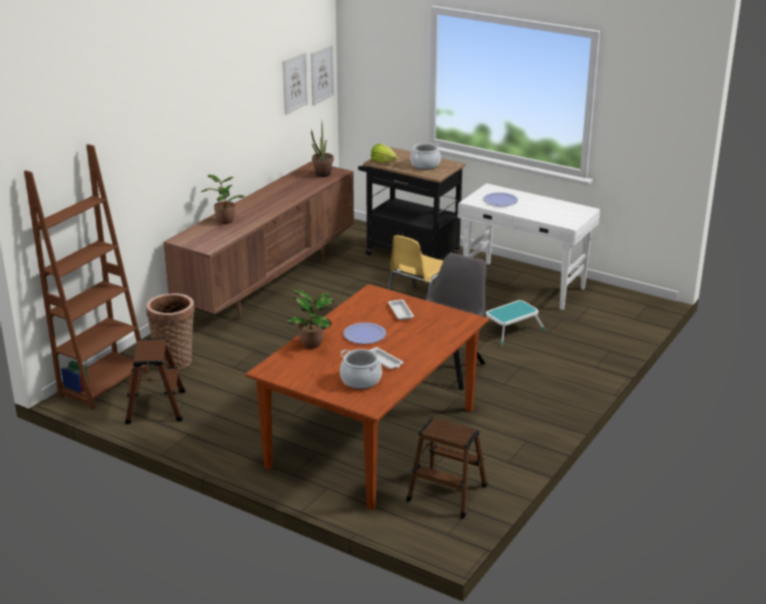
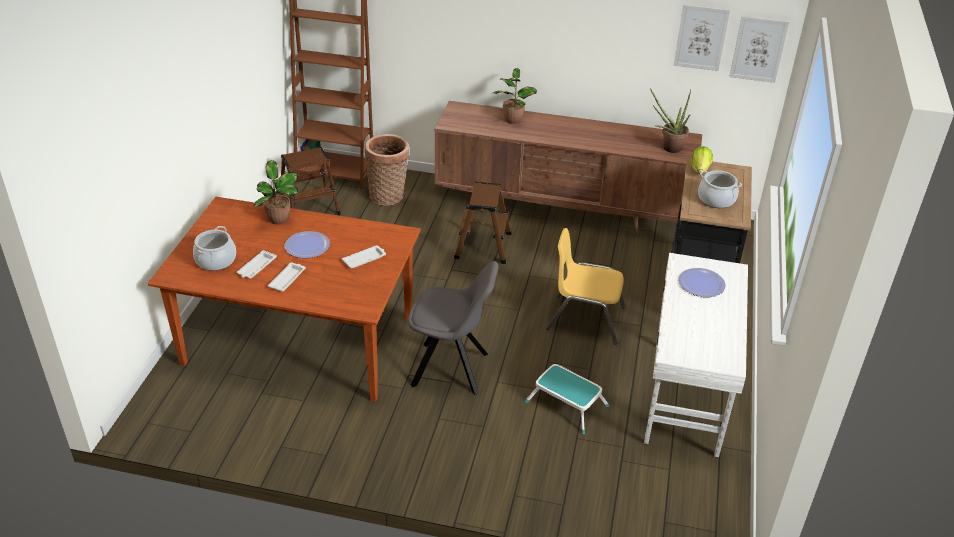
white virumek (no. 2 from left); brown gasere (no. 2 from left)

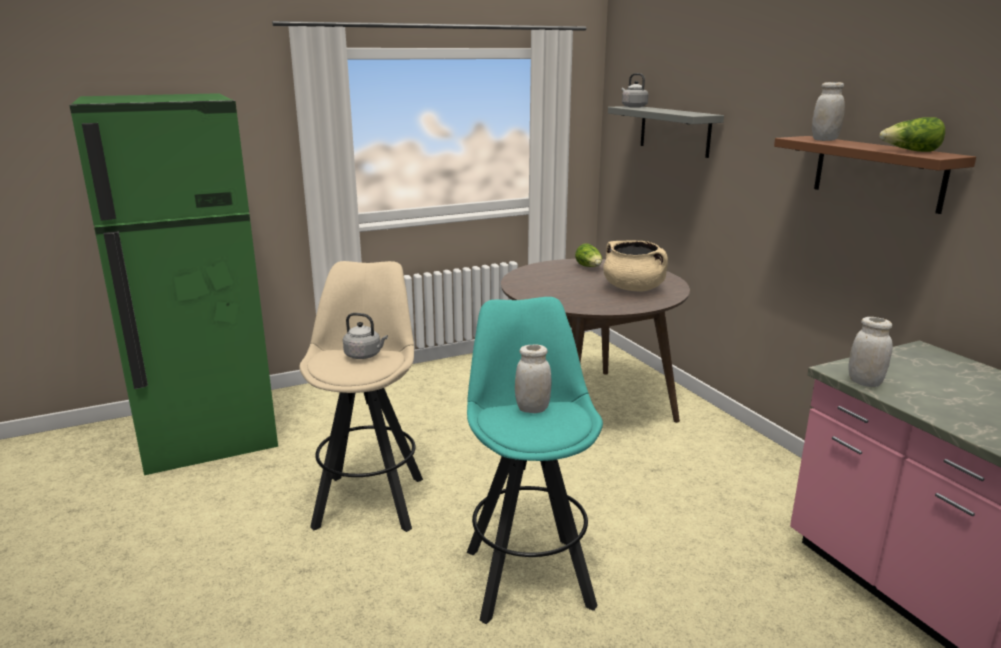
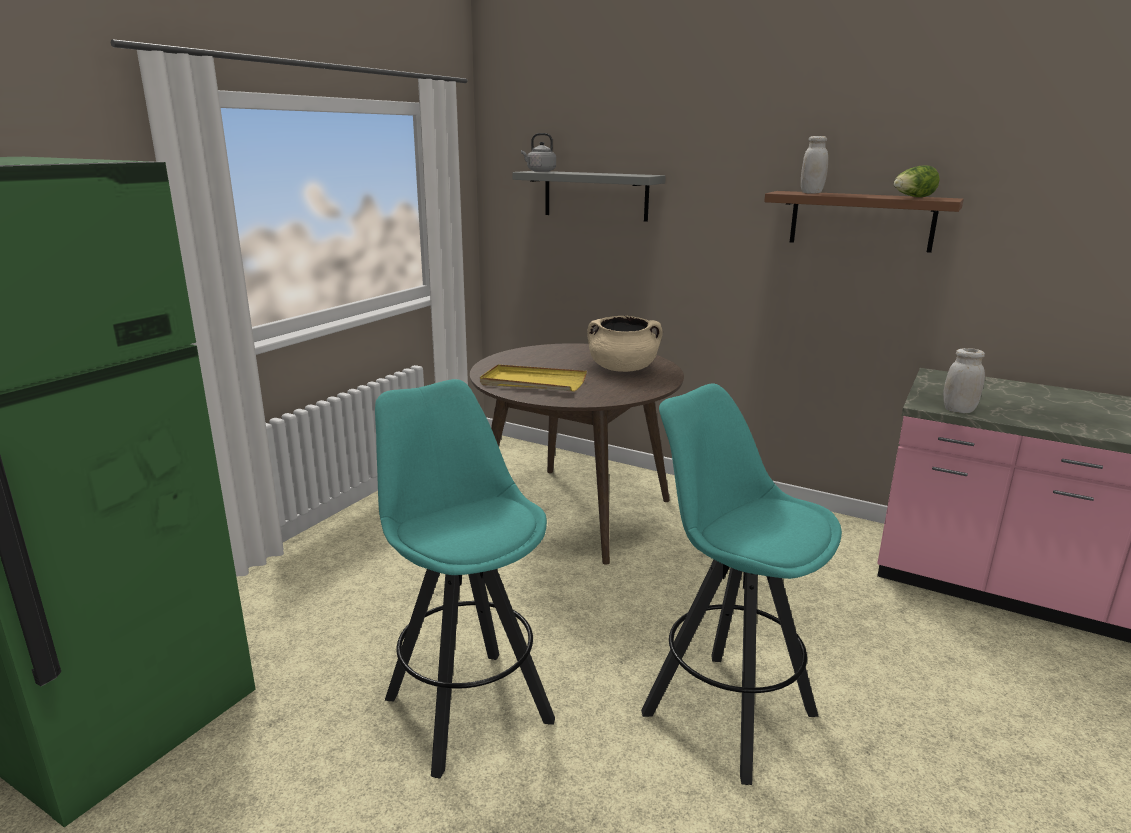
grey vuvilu (no. 1 from left in the first image); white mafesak (no. 1 from left in the first image); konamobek (no. 1 from left in the first image); yellow virumek; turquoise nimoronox (no. 1 from left)

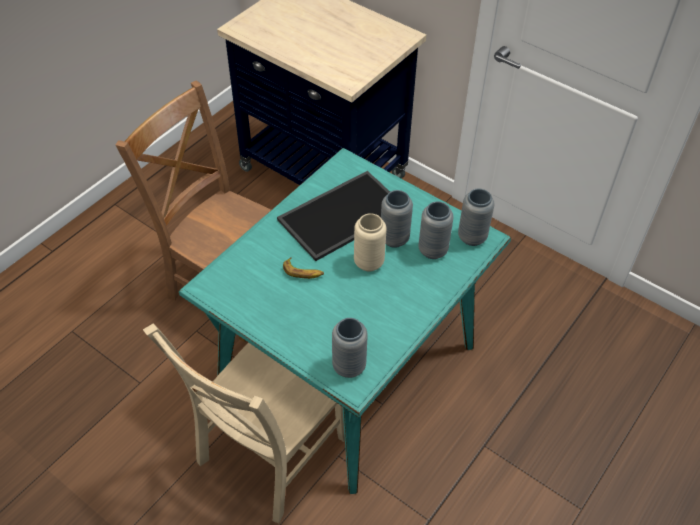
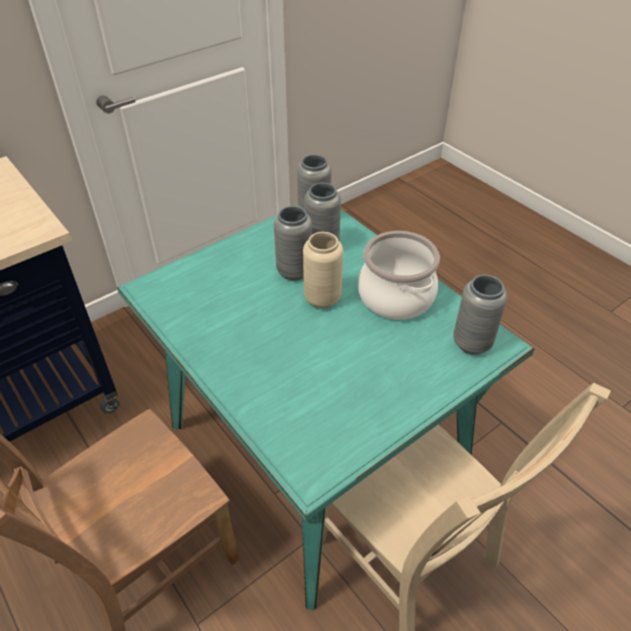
virumek; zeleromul; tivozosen

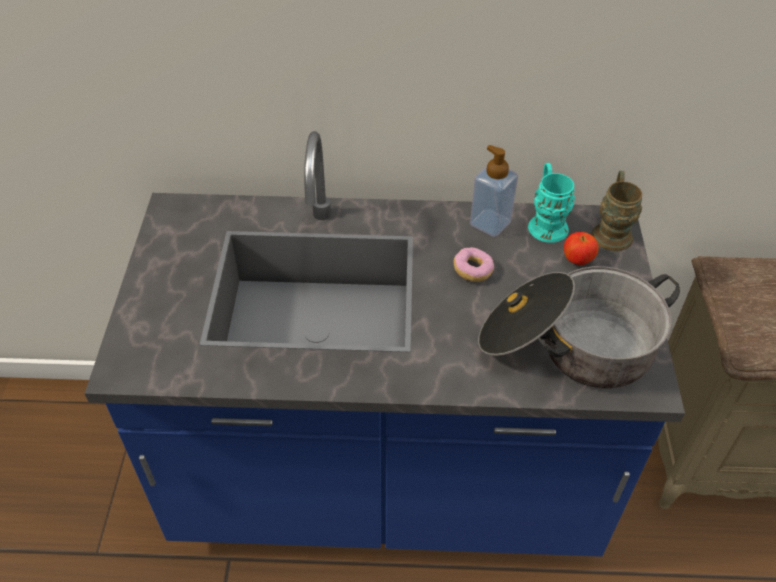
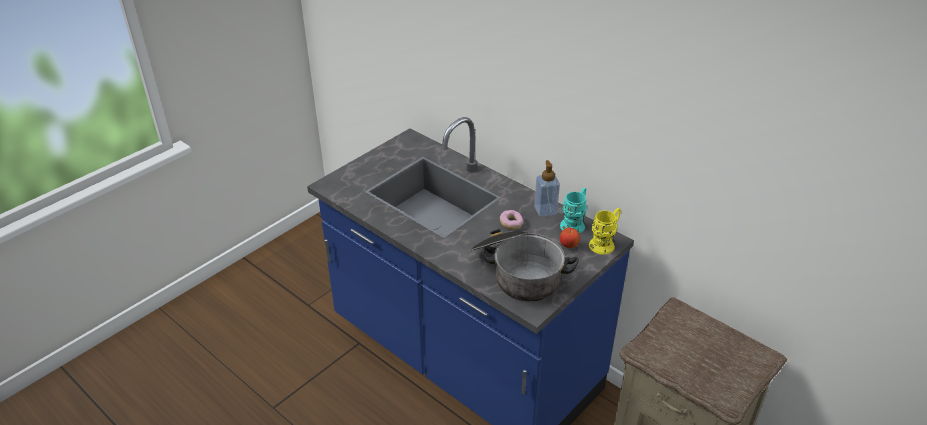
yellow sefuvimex

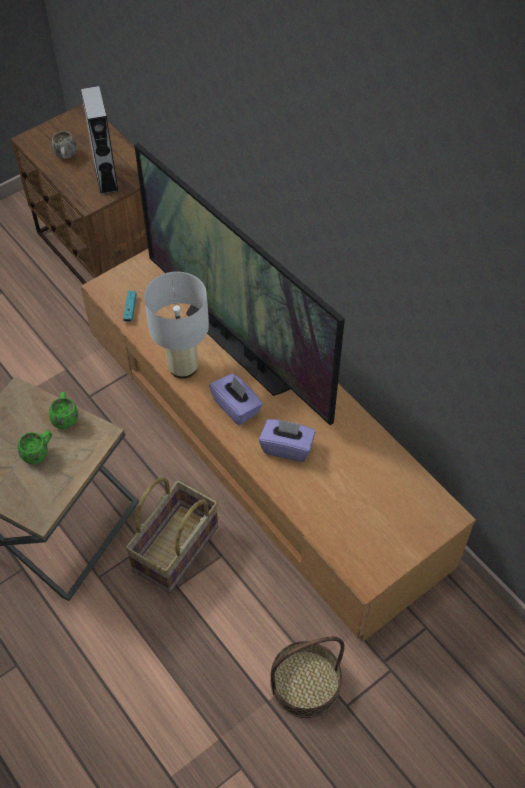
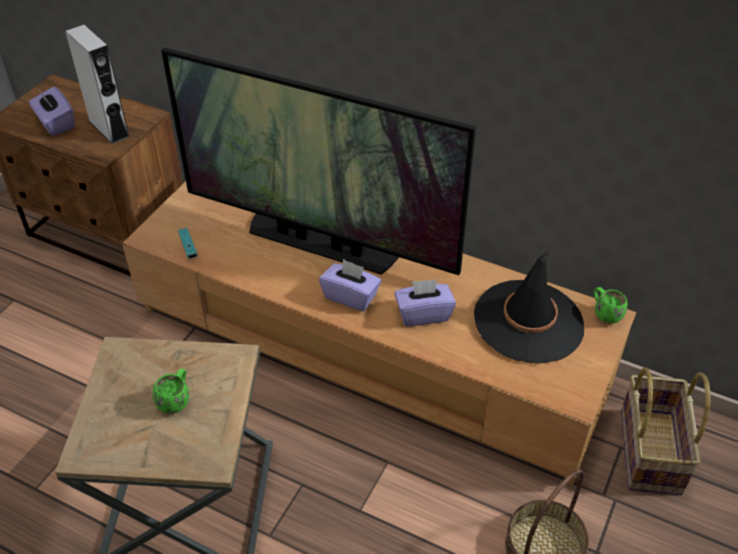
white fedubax; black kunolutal; green sefuvimex (no. 2 from left); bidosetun (no. 2 from left); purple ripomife (no. 1 from left)

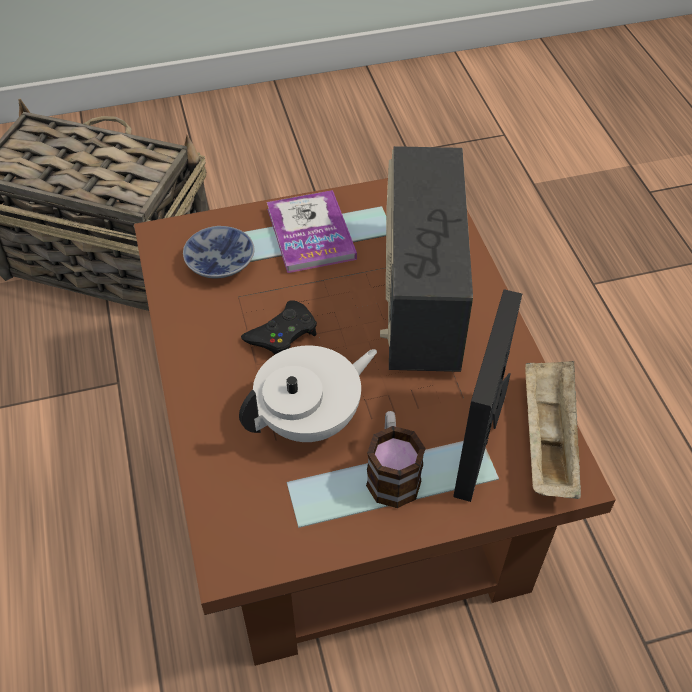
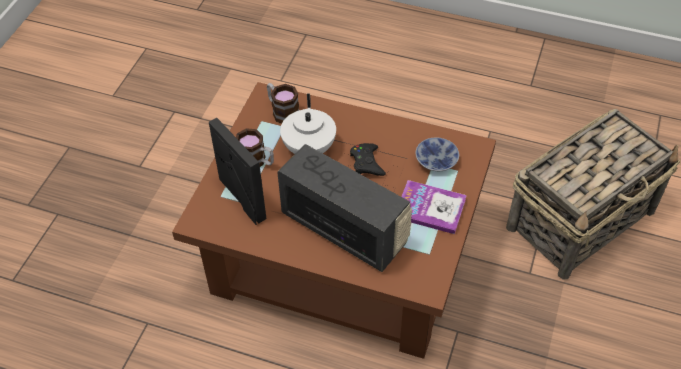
beige virumek; sefuvimex (no. 2 from left)

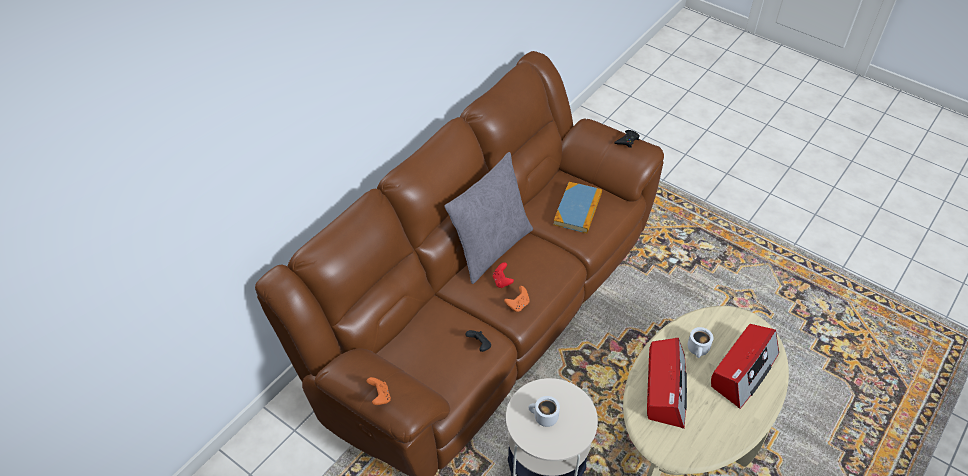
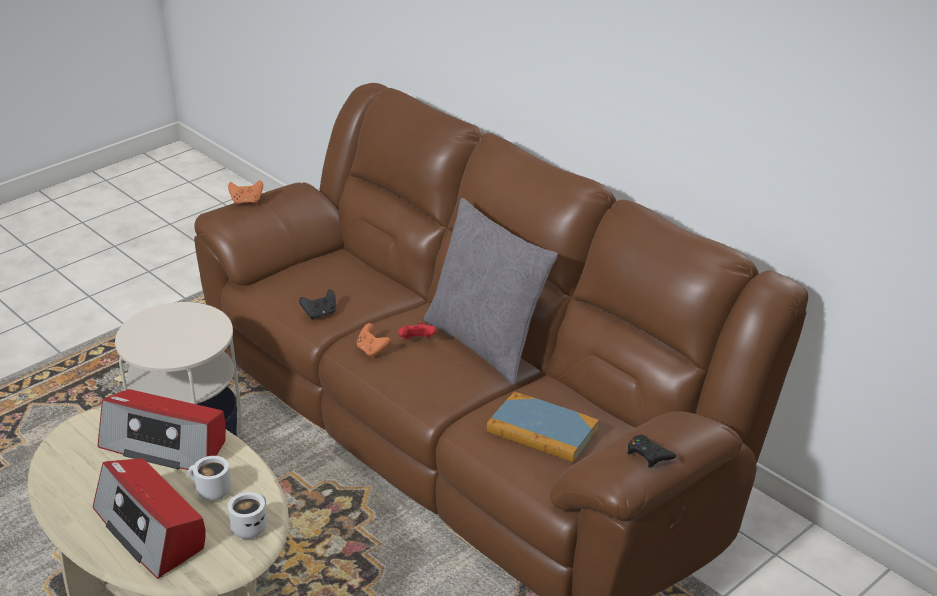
white sefuvimex (no. 2 from left)

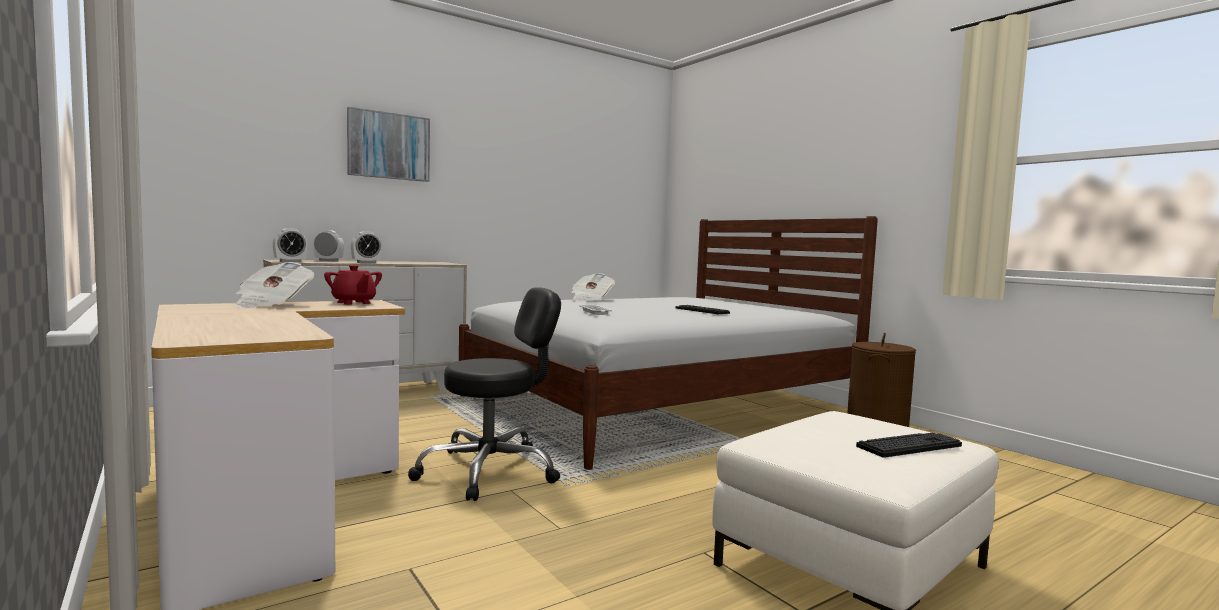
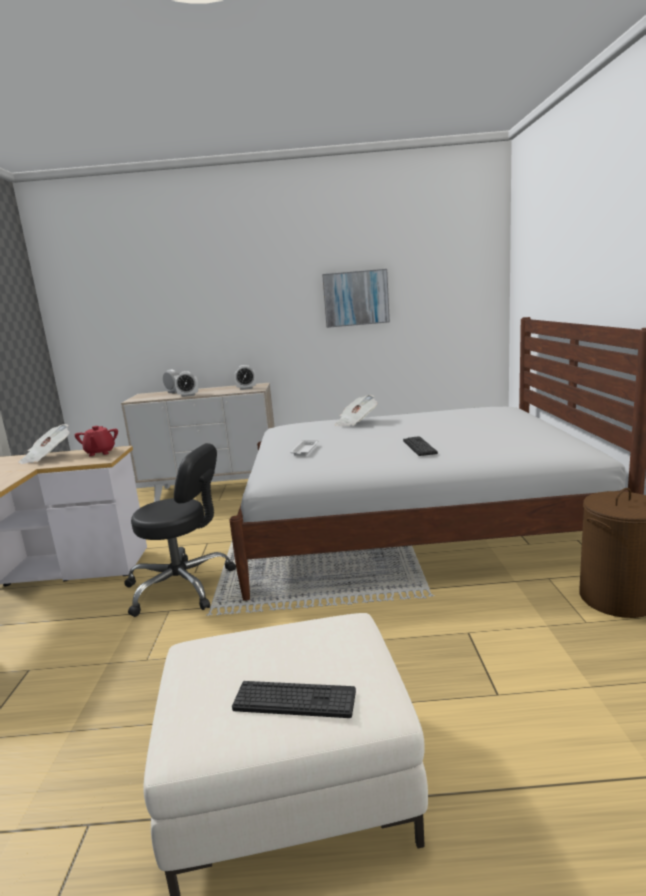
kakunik (no. 3 from left); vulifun

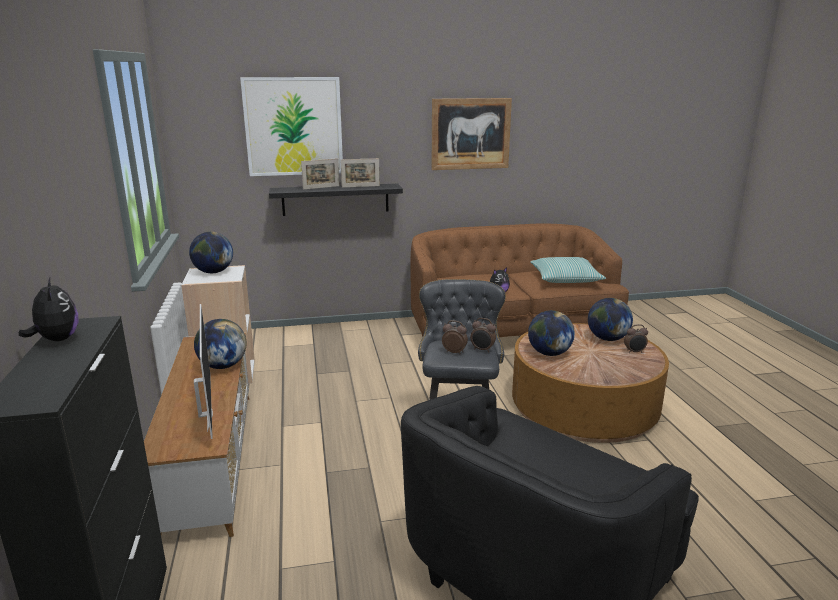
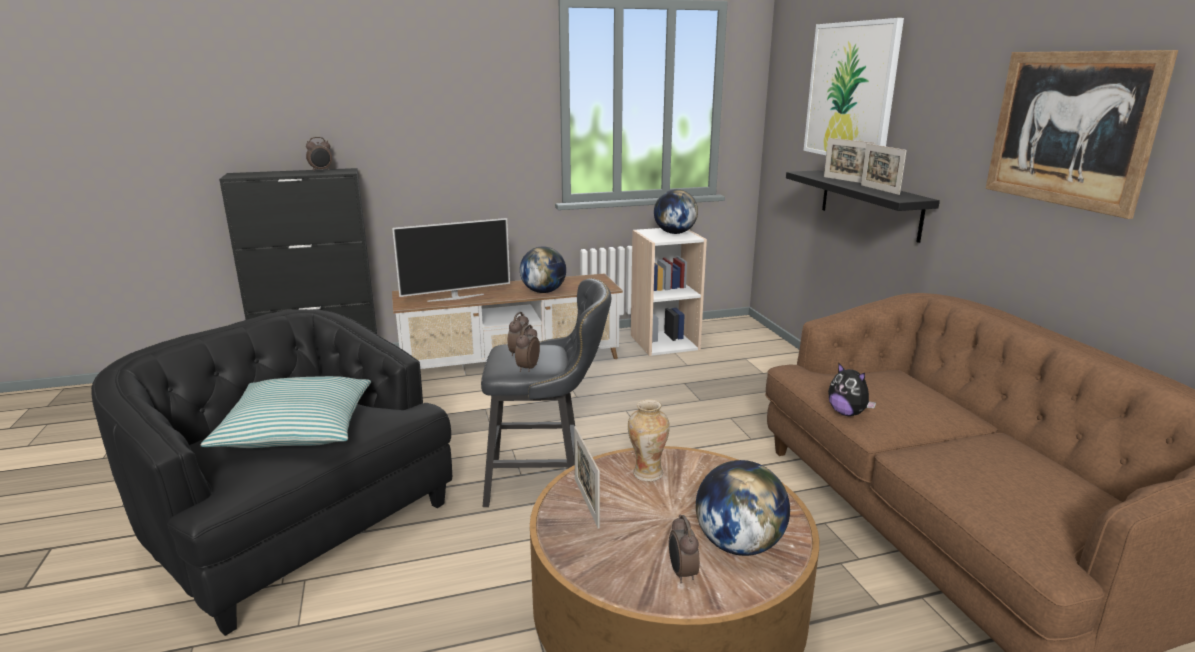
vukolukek (no. 1 from left); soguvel; kakunik (no. 1 from left); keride

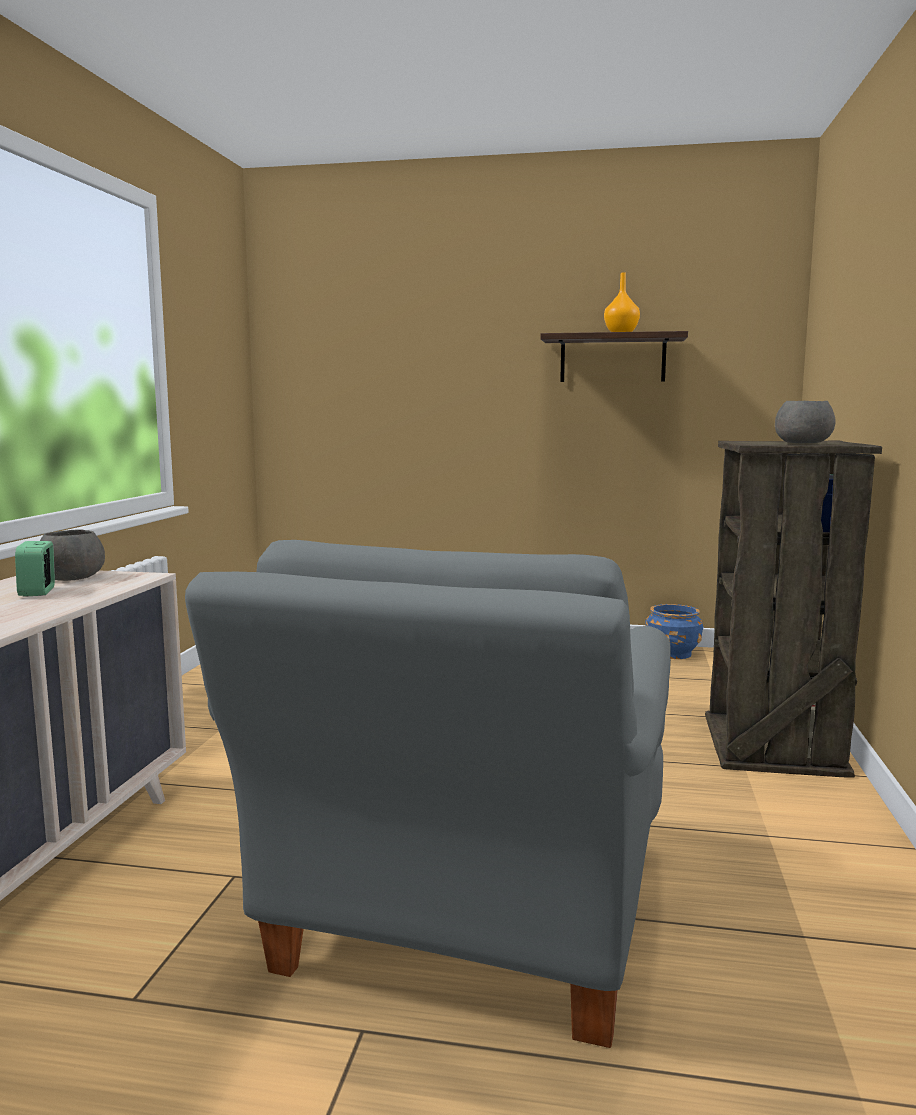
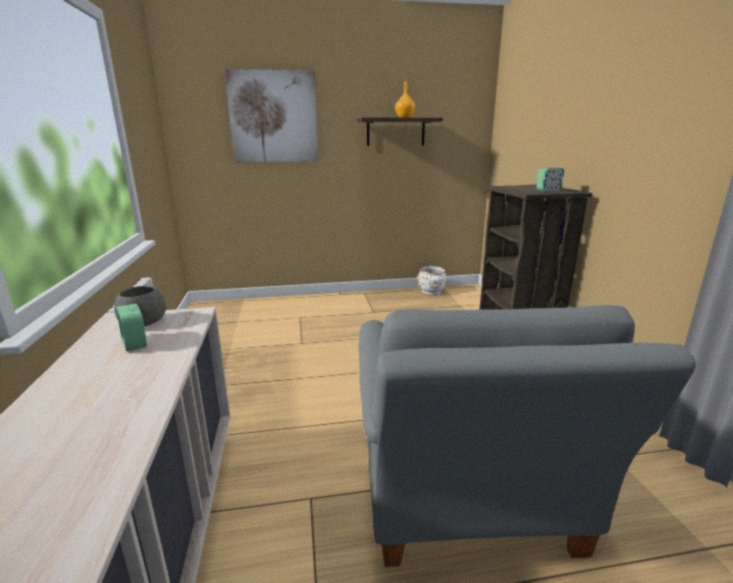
vulifun; kakunik (no. 2 from left); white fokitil

